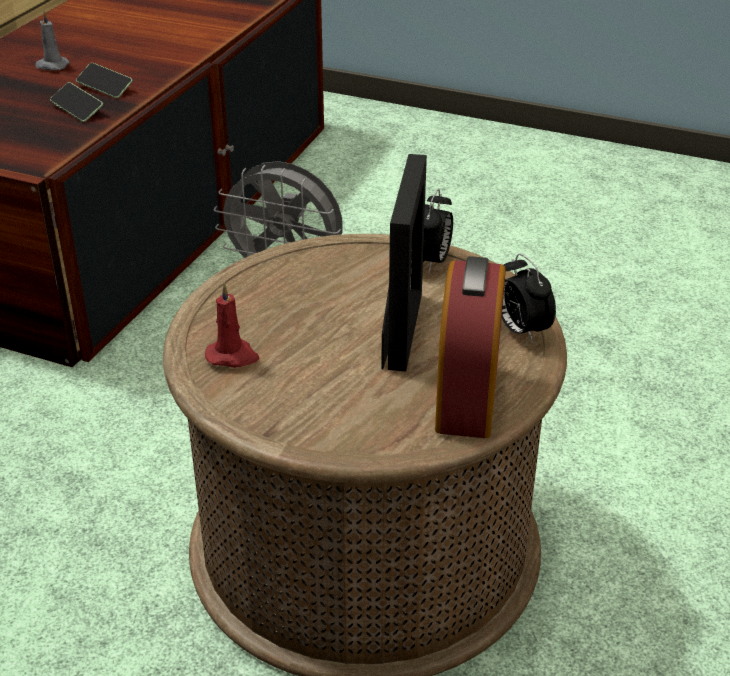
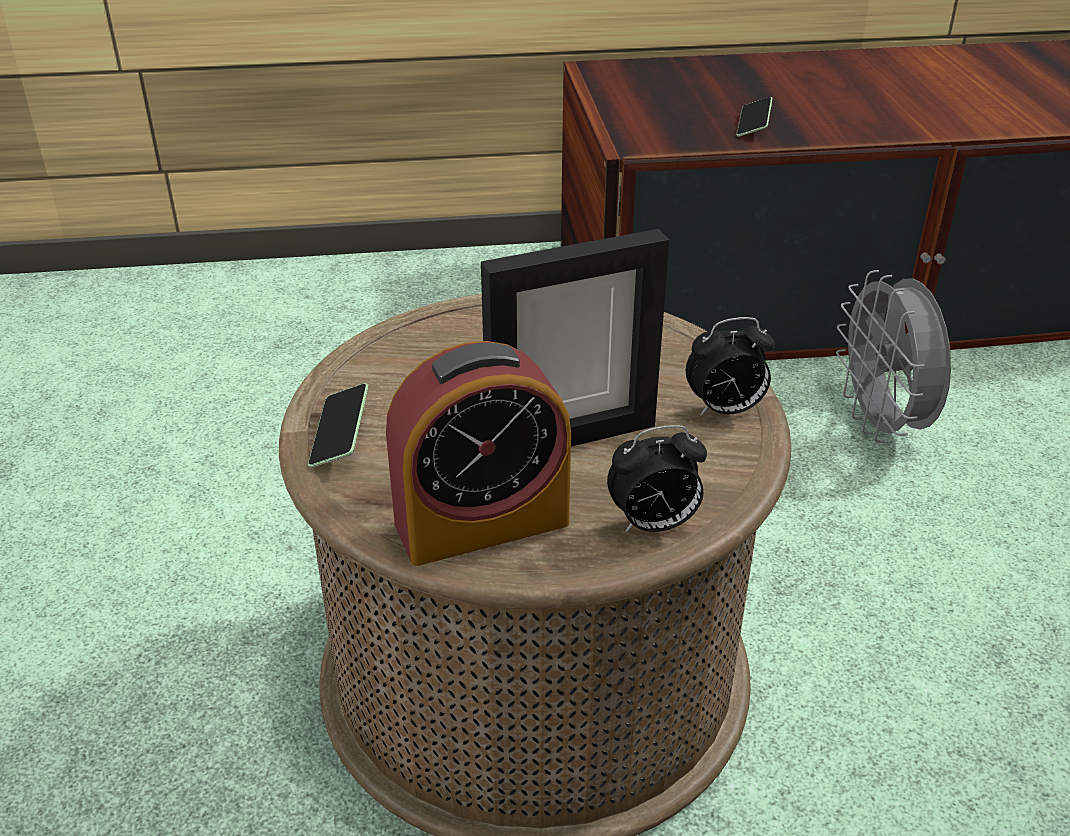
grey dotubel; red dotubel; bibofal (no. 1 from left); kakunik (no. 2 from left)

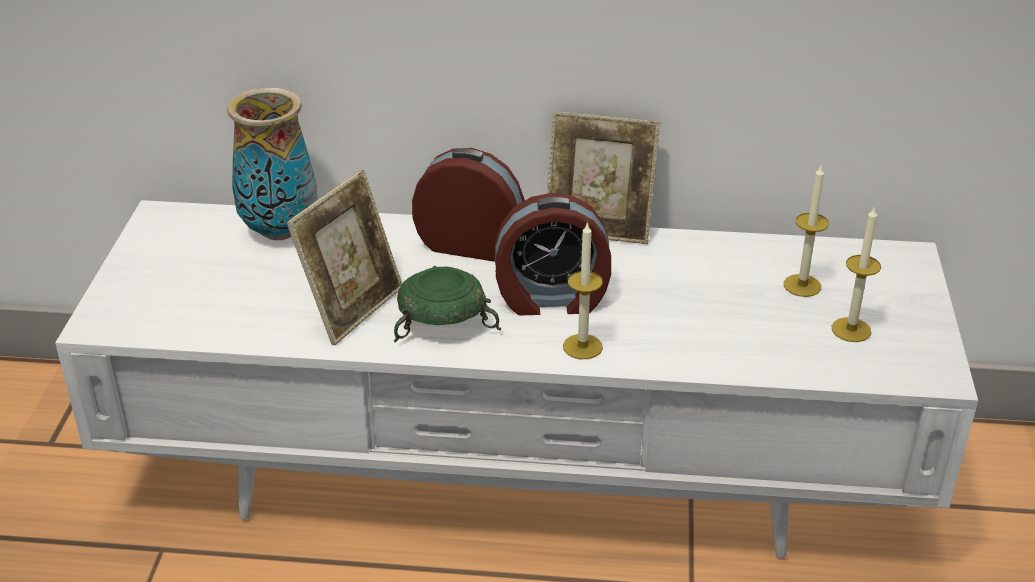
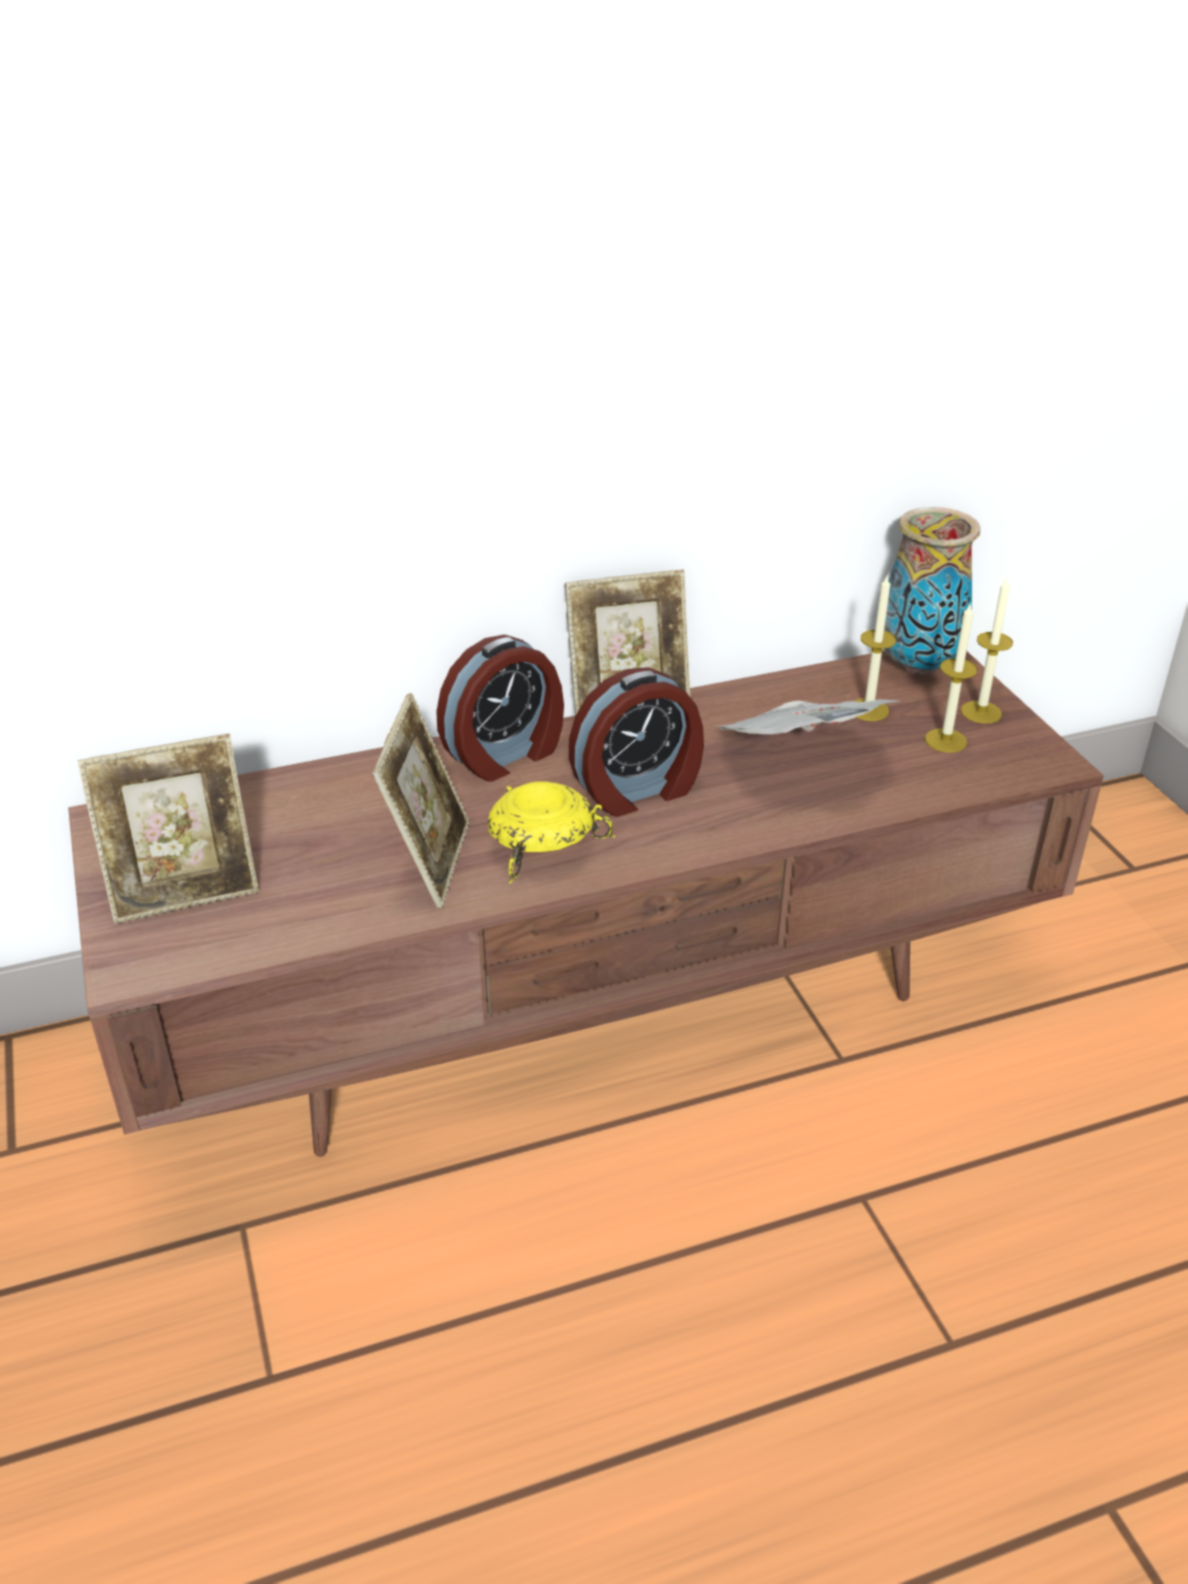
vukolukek (no. 1 from left); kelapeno; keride; dotubel (no. 3 from left); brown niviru; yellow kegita; kakunik (no. 1 from left)

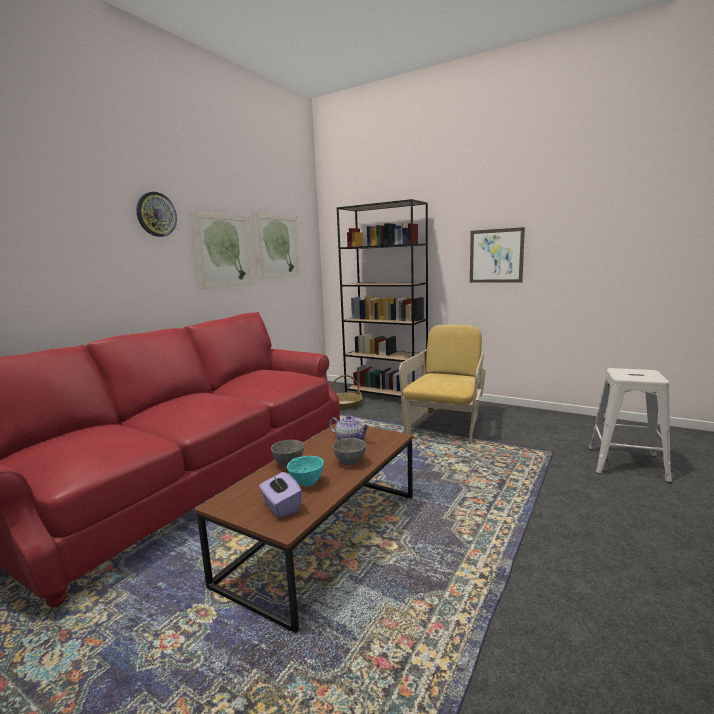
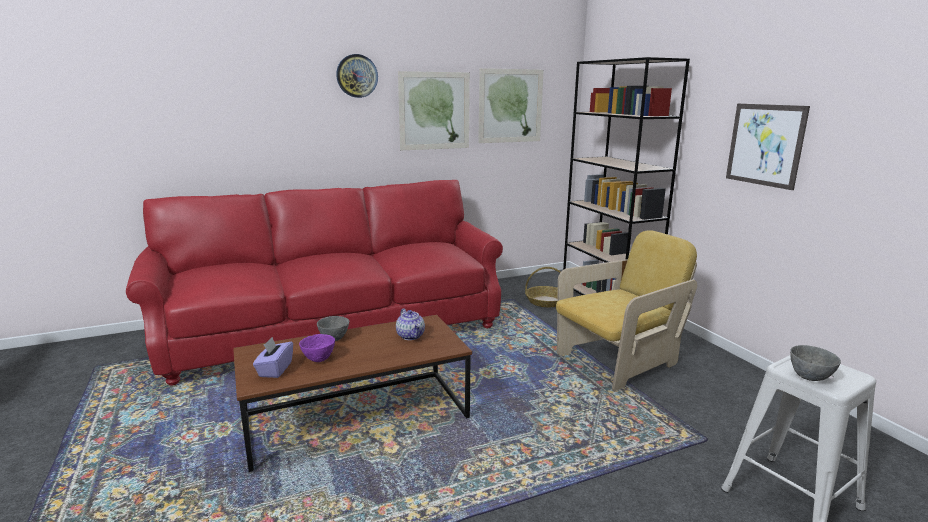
grey kegita (no. 2 from left); purple kegita

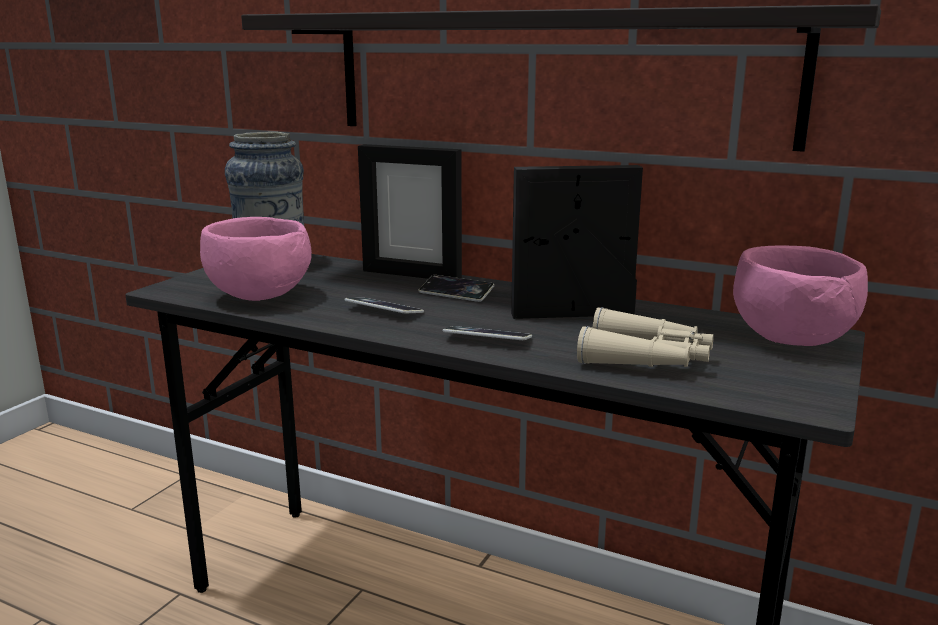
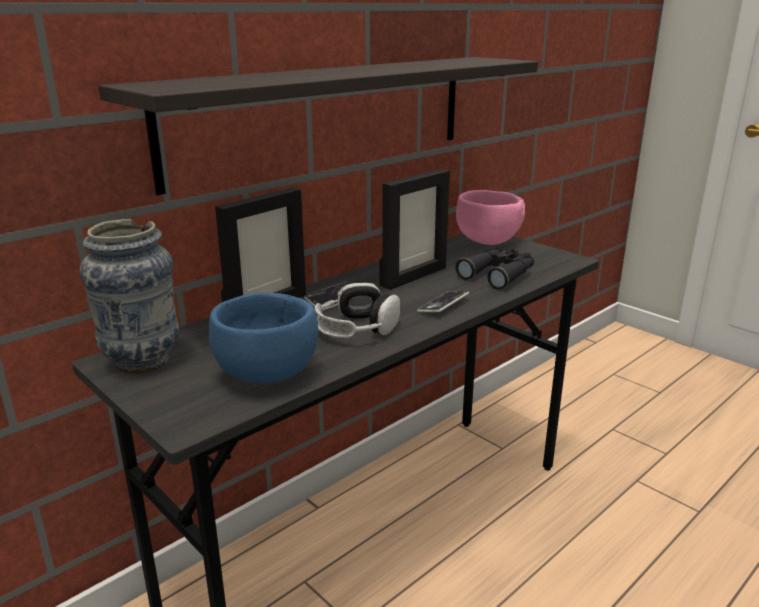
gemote; blue kegita; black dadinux; vukolukek (no. 2 from left)

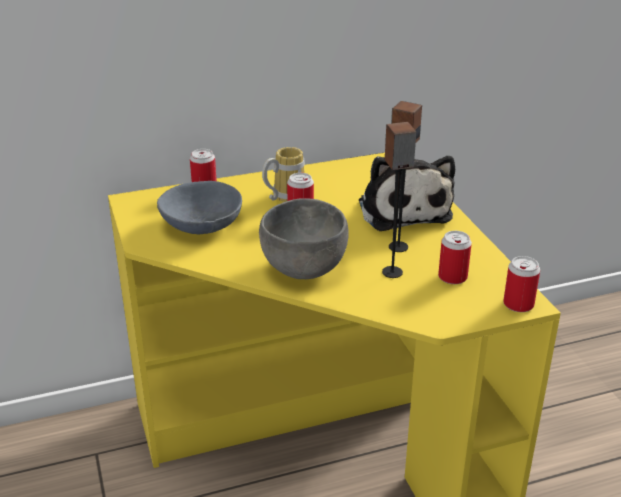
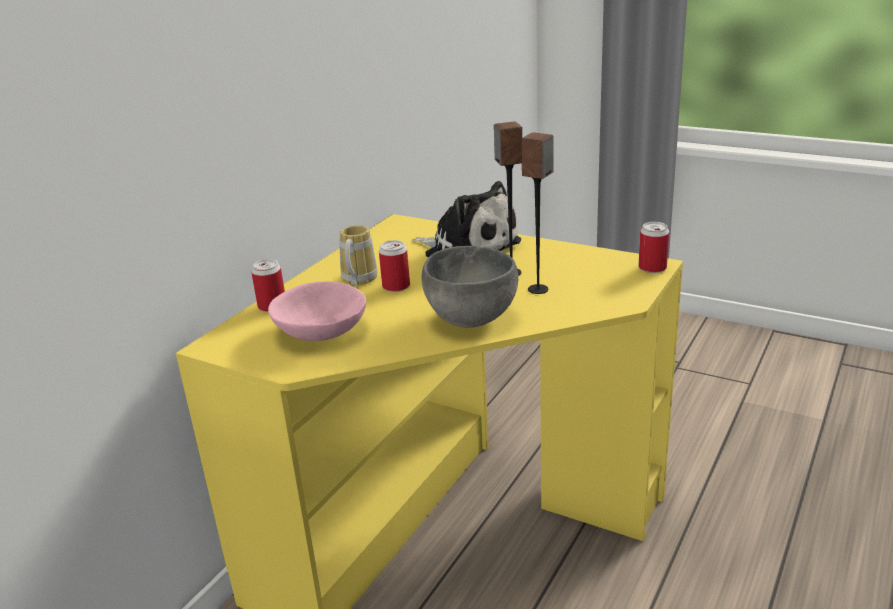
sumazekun (no. 3 from left in the first image); pink kegita

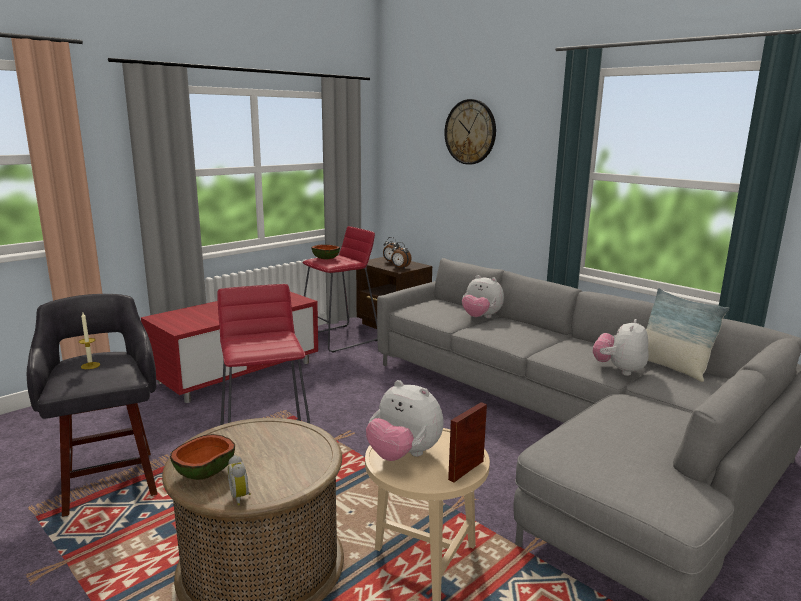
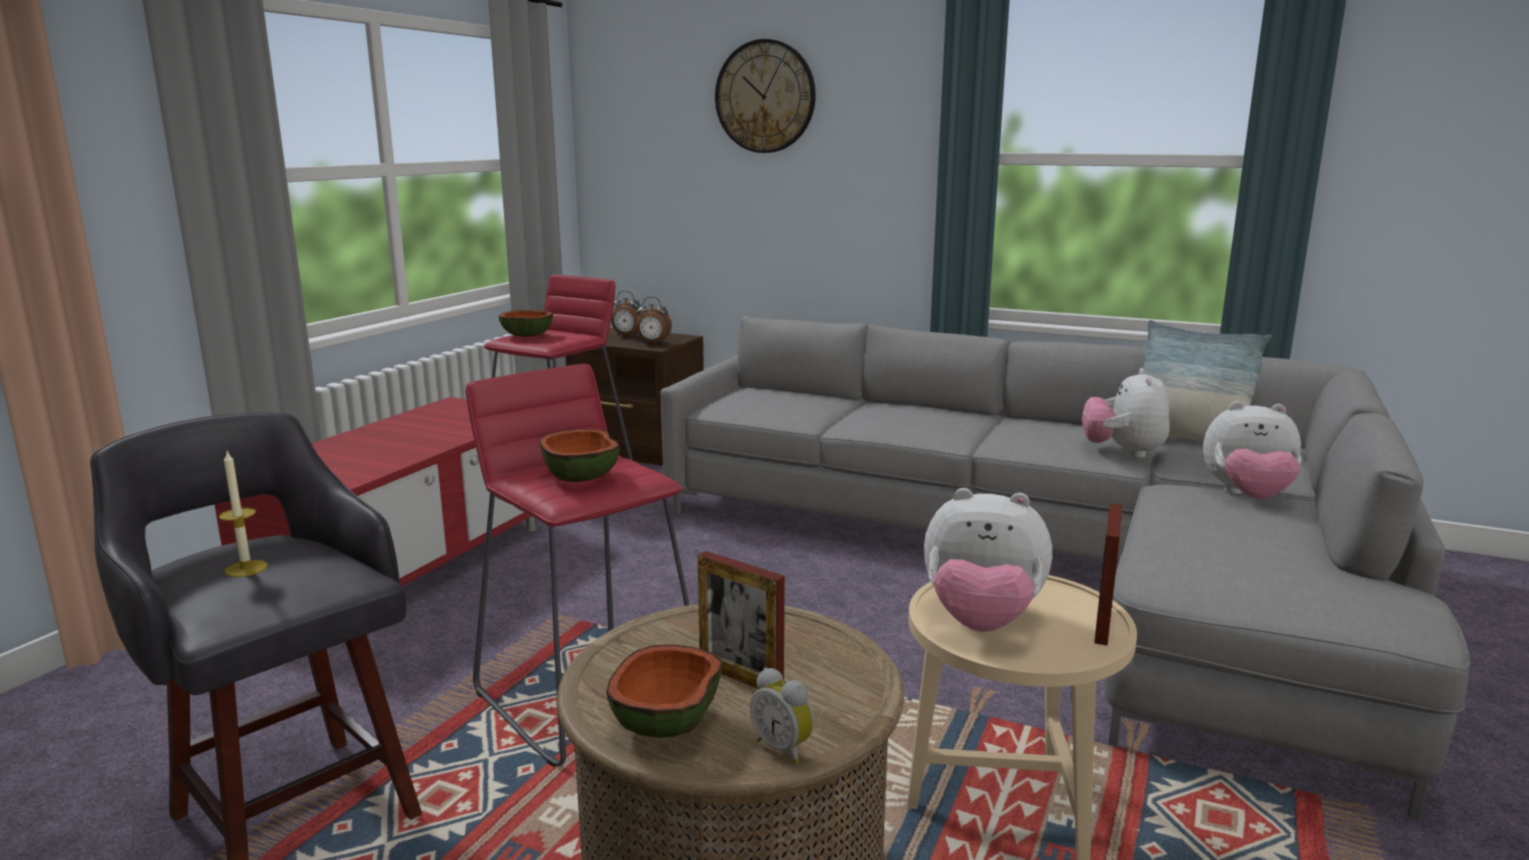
kegita (no. 2 from left); vukolukek (no. 1 from left); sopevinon (no. 3 from left)

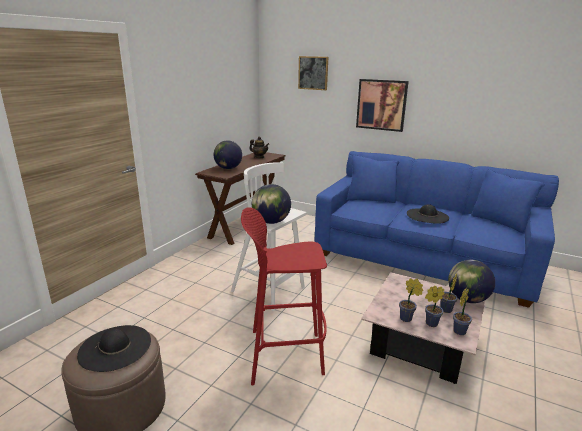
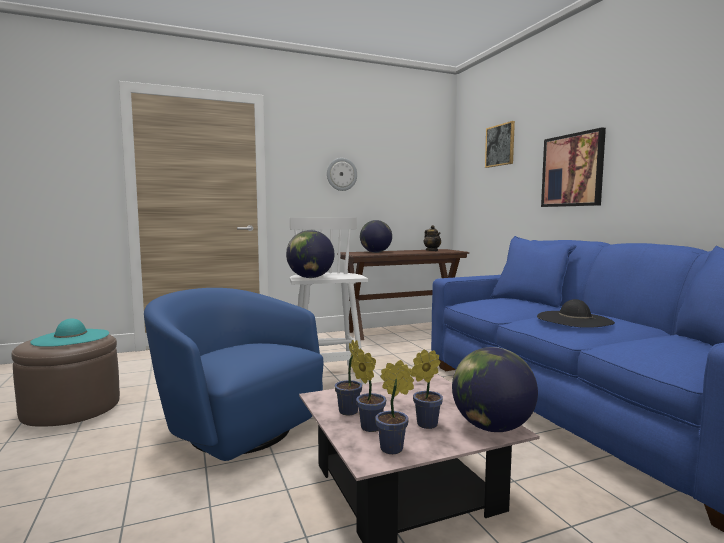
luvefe; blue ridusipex; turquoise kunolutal

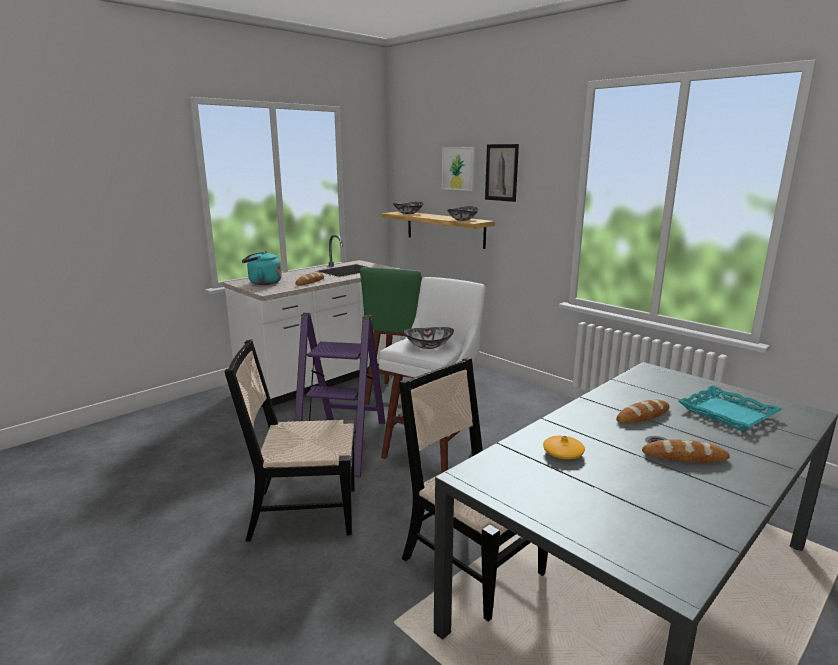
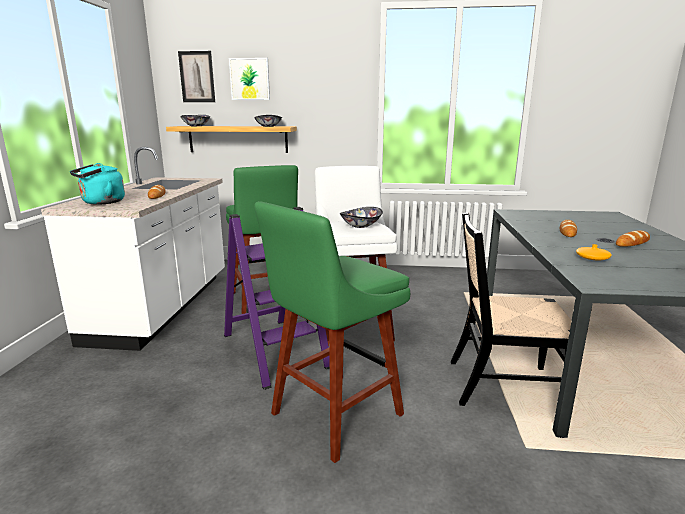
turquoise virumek; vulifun (no. 1 from left); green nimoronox (no. 2 from left)

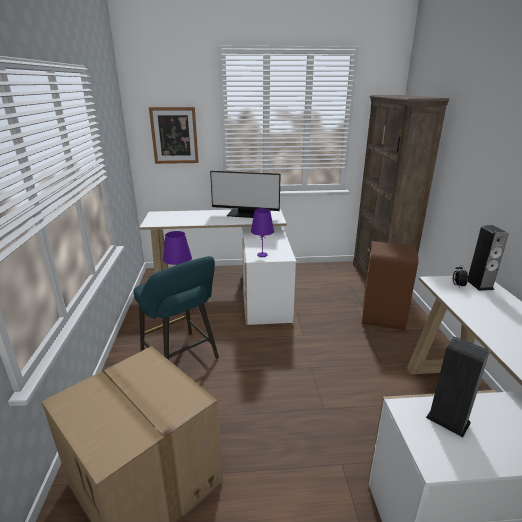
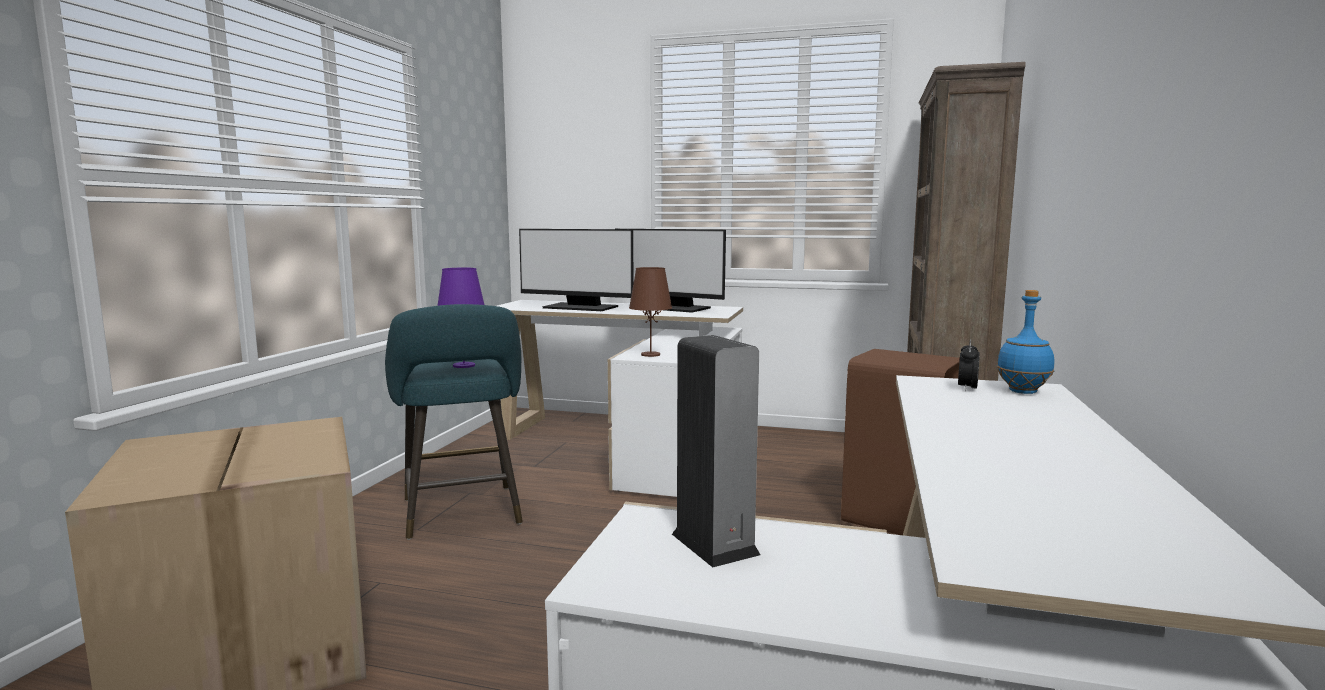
vulifun; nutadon (no. 1 from left); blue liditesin; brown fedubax

